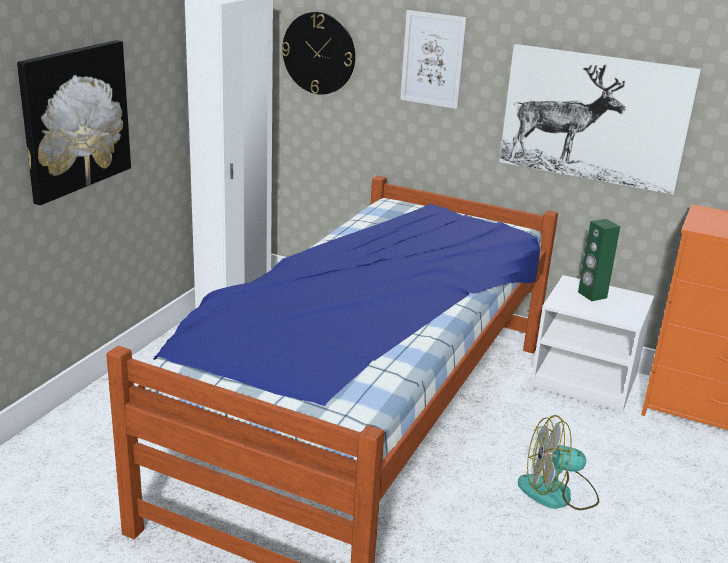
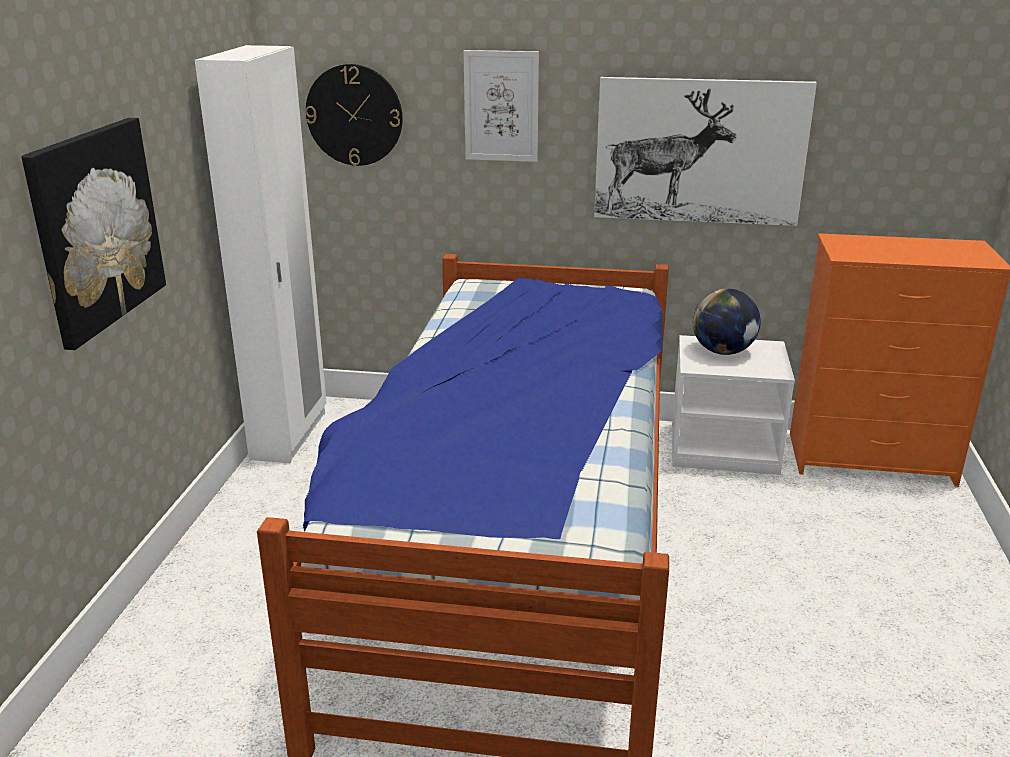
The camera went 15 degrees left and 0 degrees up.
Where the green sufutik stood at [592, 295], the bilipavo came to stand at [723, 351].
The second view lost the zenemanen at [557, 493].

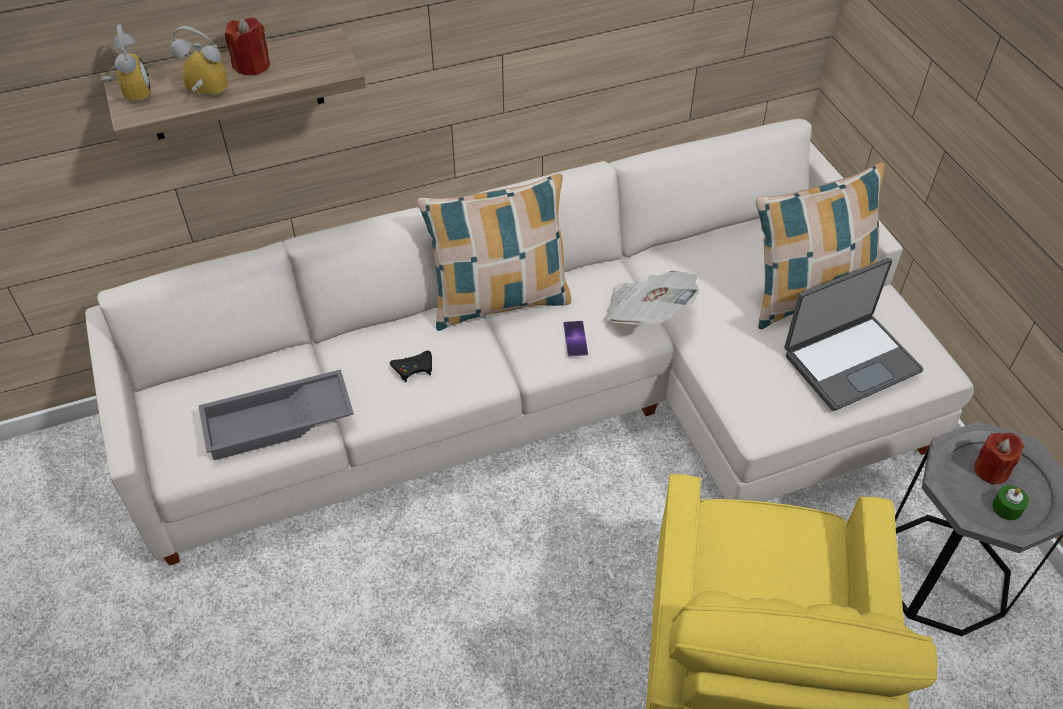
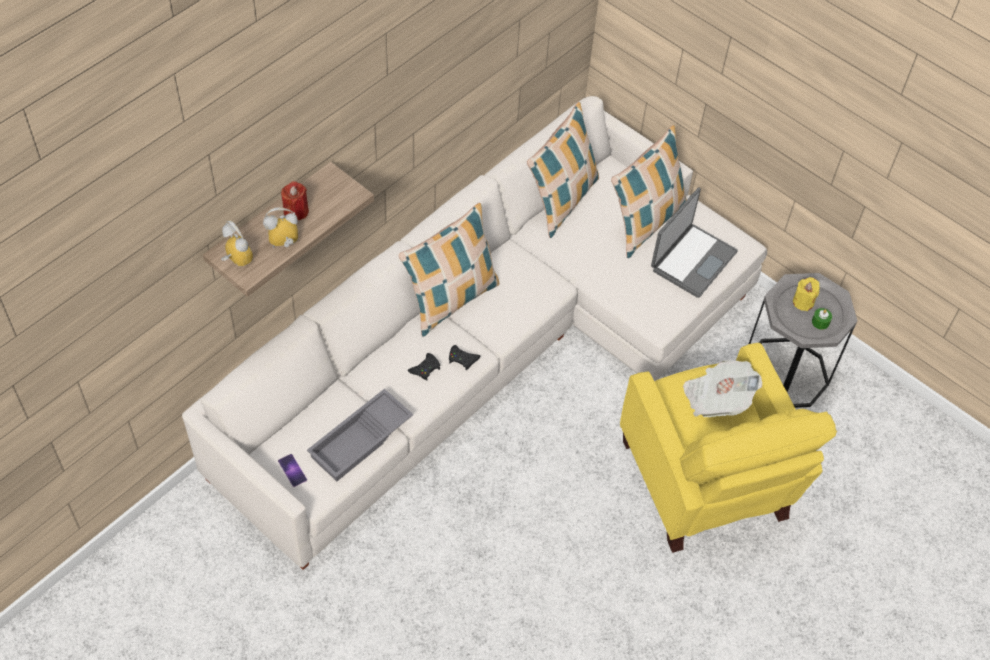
The camera went 30 degrees left and 5 degrees up.
The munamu ended up elsewhere, having gone from [575, 338] to [292, 470].
The second view gained the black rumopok at [462, 359].
The second view gained the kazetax at [561, 201].
The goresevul ended up elsewhere, having gone from [647, 314] to [717, 398].
What was the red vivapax at [991, 470] turned into the yellow vivapax at [803, 302].

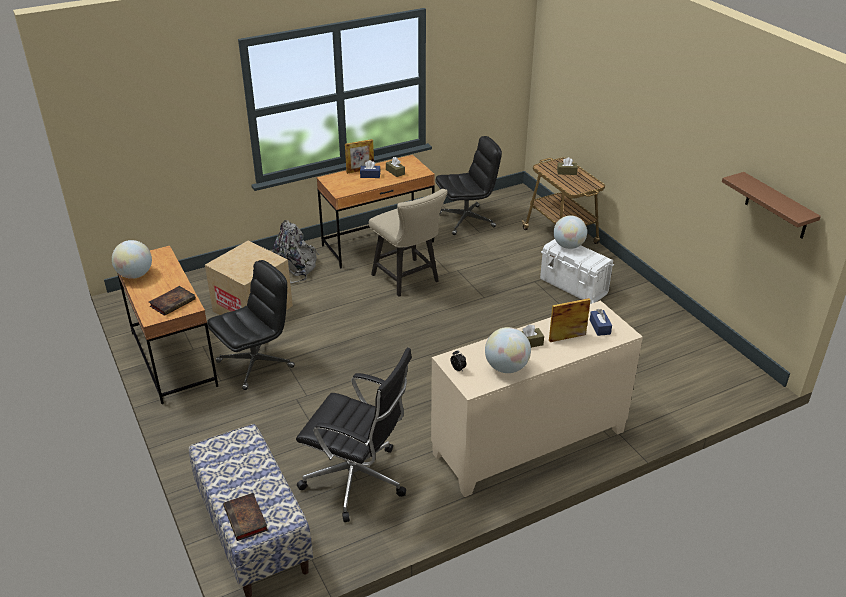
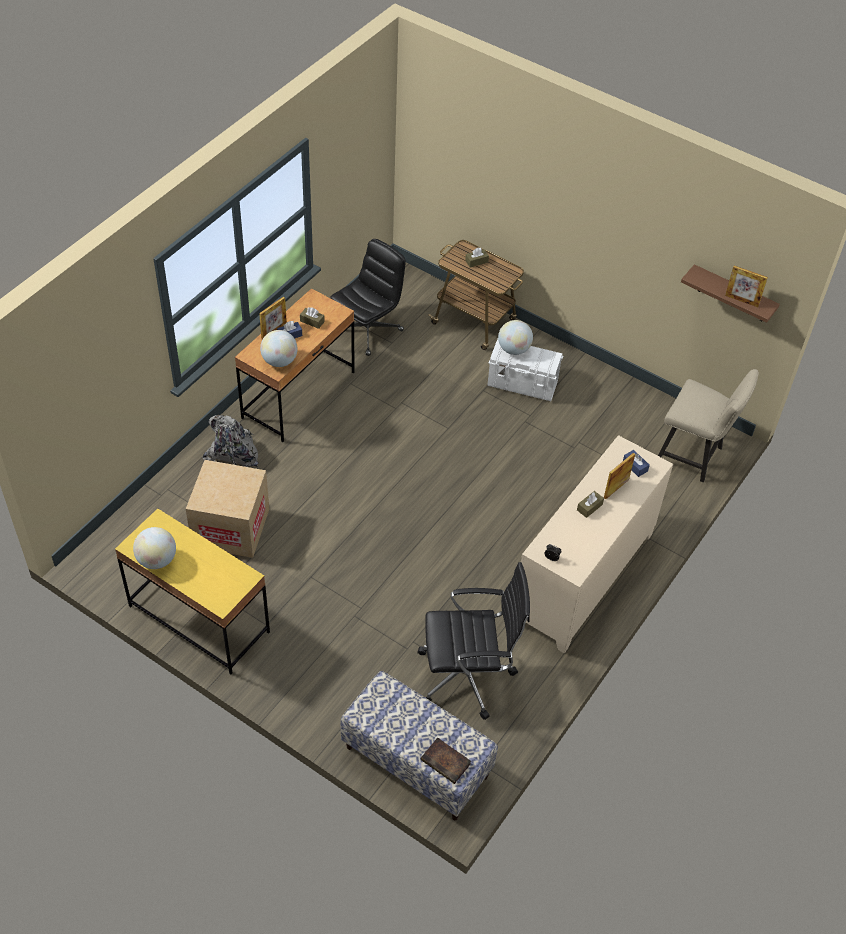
The camera went 30 degrees left and 15 degrees up.
What was the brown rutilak at [173, 358] turned into the yellow rutilak at [199, 619].
The bilipavo ended up elsewhere, having gone from [506, 367] to [279, 361].
The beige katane ended up elsewhere, having gone from [408, 280] to [693, 457].
The second view gained the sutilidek at [741, 300].
The second view lost the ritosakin at [173, 302].
The second view lost the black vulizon at [256, 364].

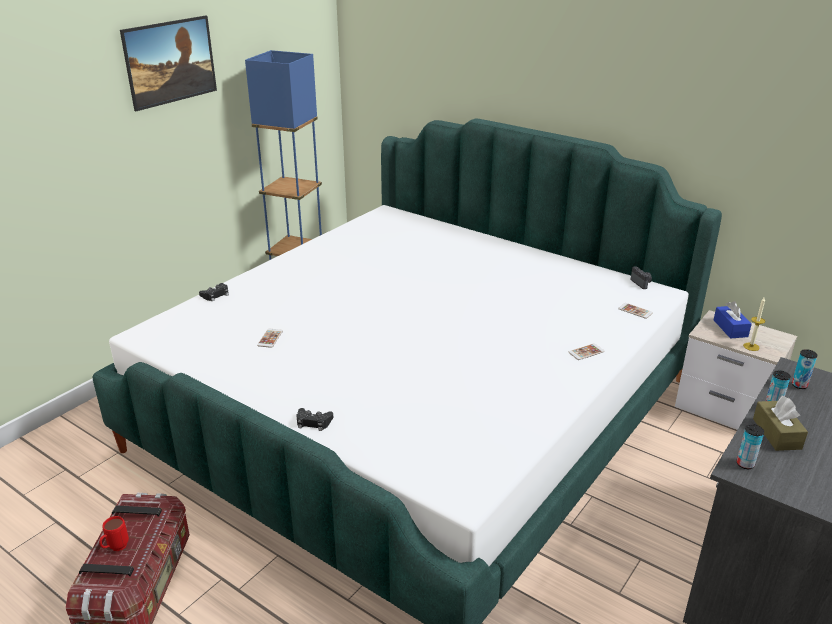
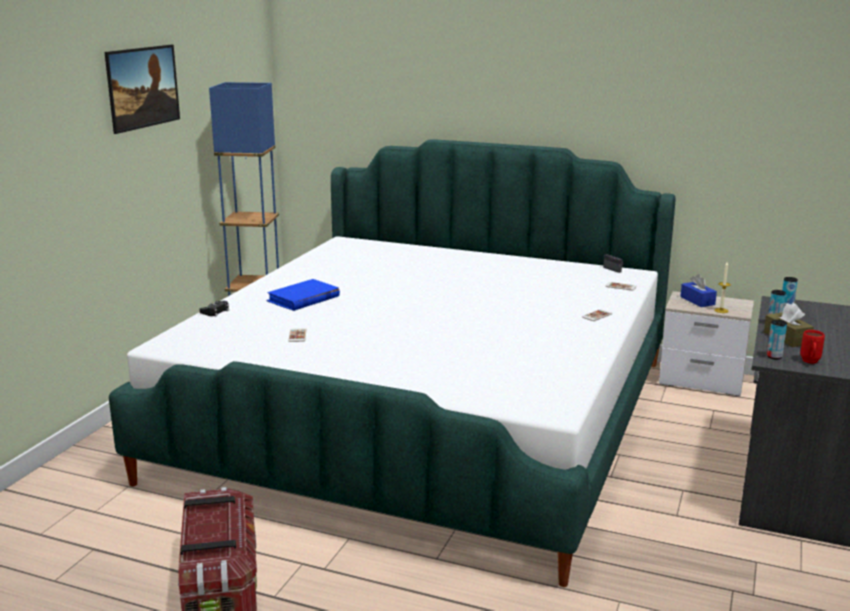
The camera went 15 degrees left and 10 degrees down.
The second view gained the blue ritosakin at [303, 299].
The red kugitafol ended up elsewhere, having gone from [115, 548] to [810, 362].
The second view lost the black rumopok at [313, 422].

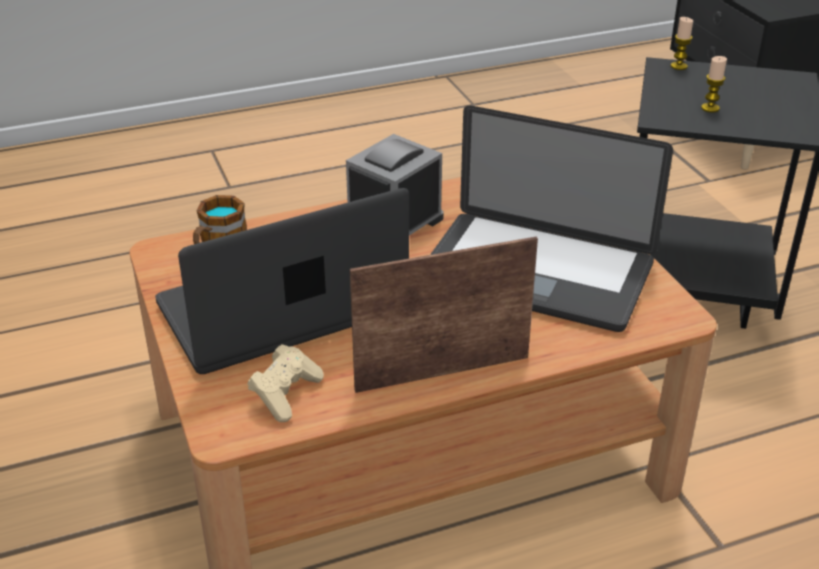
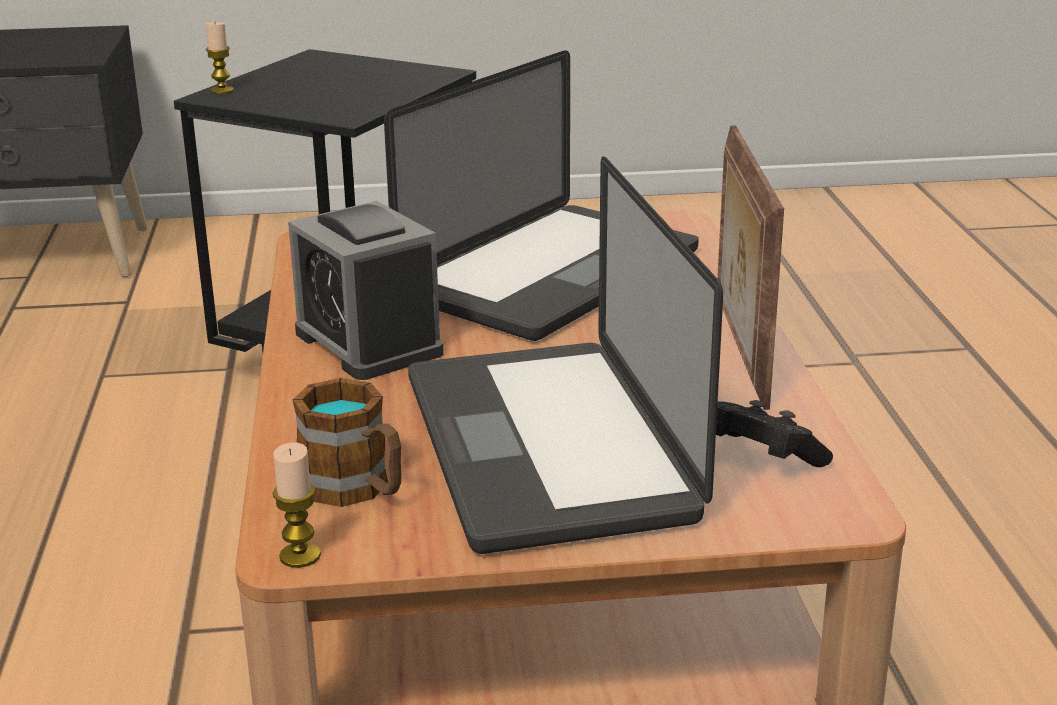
The camera went 75 degrees left and 10 degrees down.
The vivapax ended up elsewhere, having gone from [710, 108] to [300, 556].
What was the beige rumopok at [285, 394] turned into the black rumopok at [761, 458].

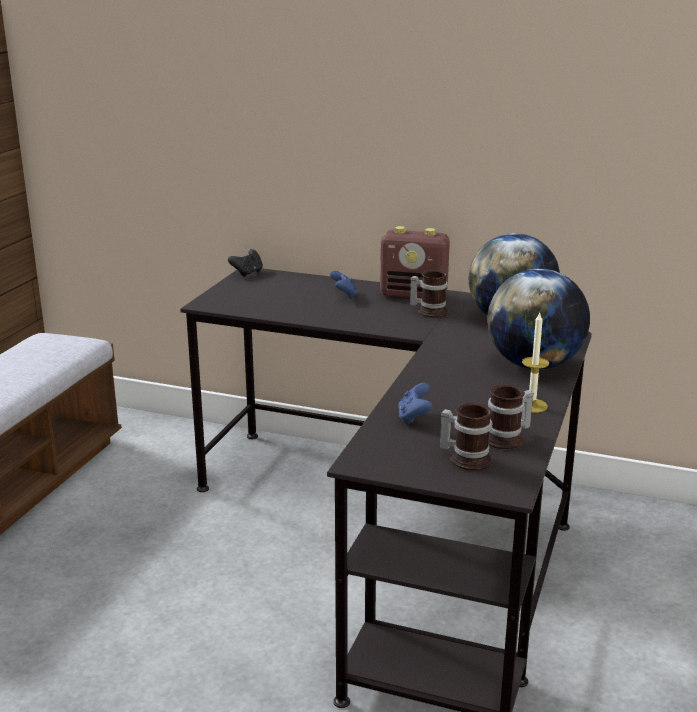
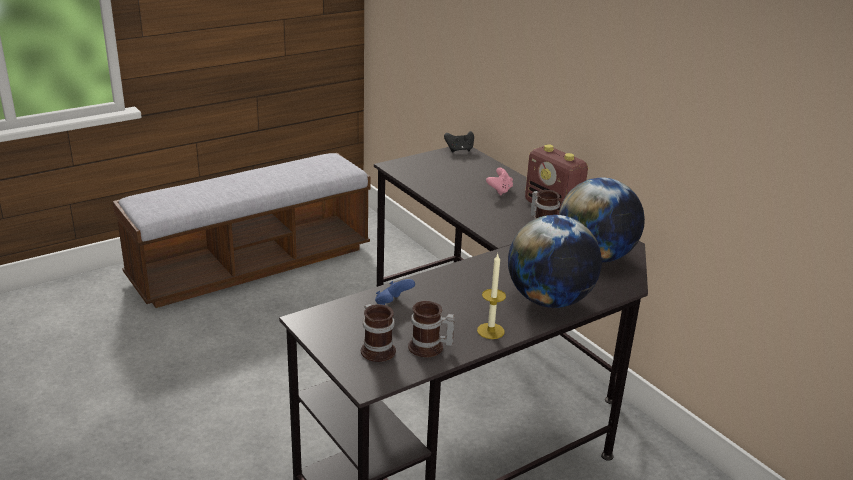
The camera went 35 degrees right and 5 degrees up.
What was the blue rumopok at [344, 295] turned into the pink rumopok at [499, 190].

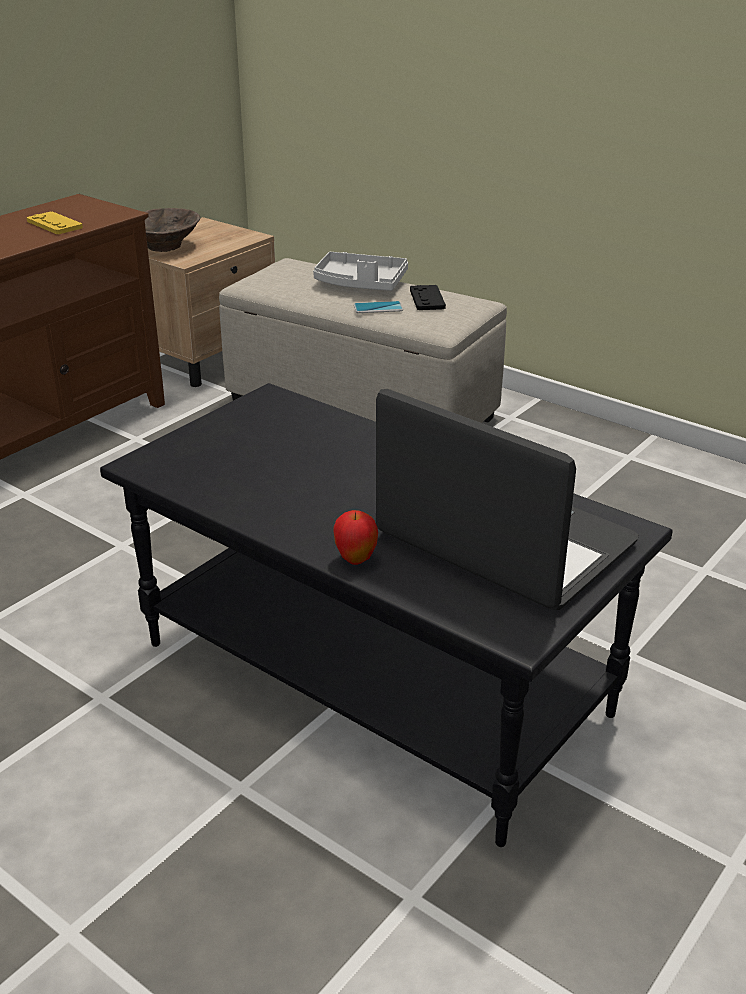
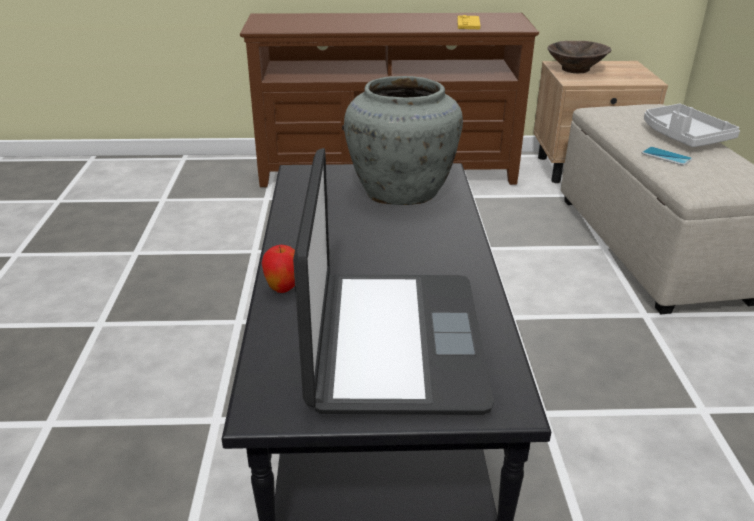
The camera went 50 degrees right and 0 degrees up.
The second view gained the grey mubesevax at [402, 192].
The second view lost the black rumopok at [427, 299].

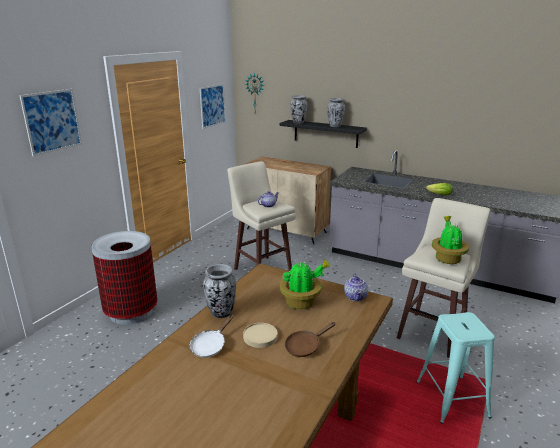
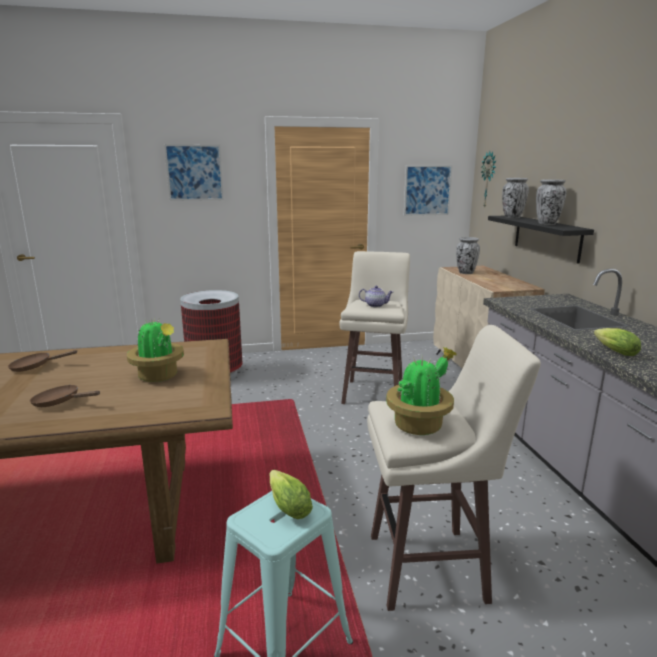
The camera went 50 degrees right and 5 degrees down.
What was the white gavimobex at [210, 346] turned into the brown gavimobex at [35, 367].
The second view gained the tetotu at [287, 505].
The mubesevax ended up elsewhere, having gone from [221, 313] to [465, 273].
The second view lost the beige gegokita at [260, 337].
The second view lost the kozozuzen at [356, 297].

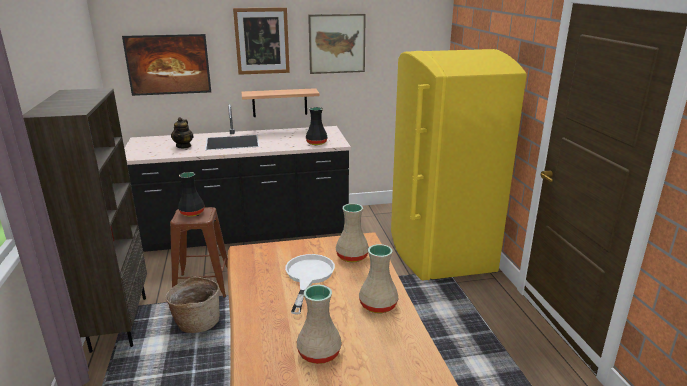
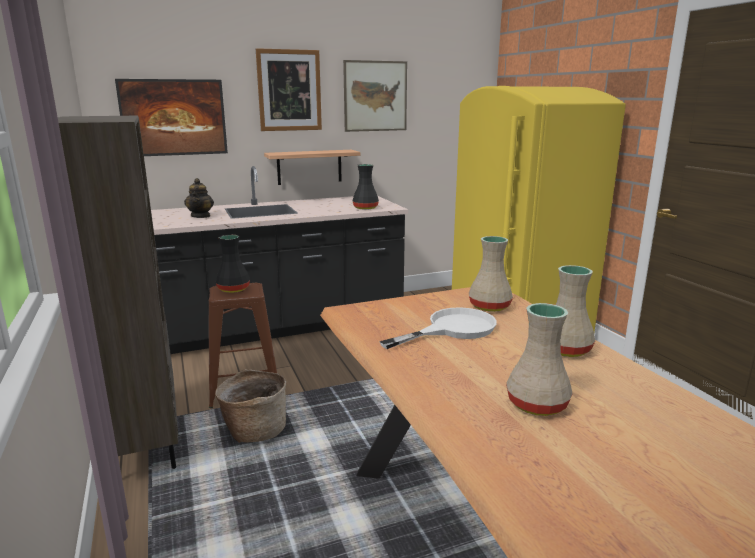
The camera went 10 degrees left and 5 degrees down.
The white gavimobex at [308, 277] ended up facing another way, 60 degrees clockwise from before.

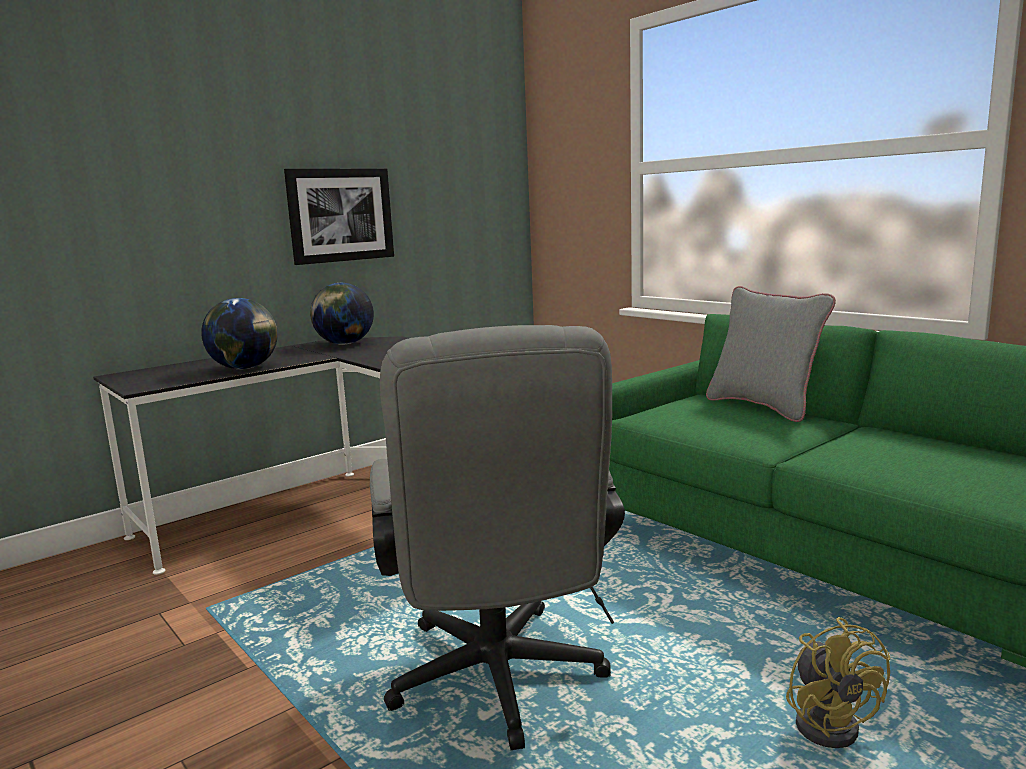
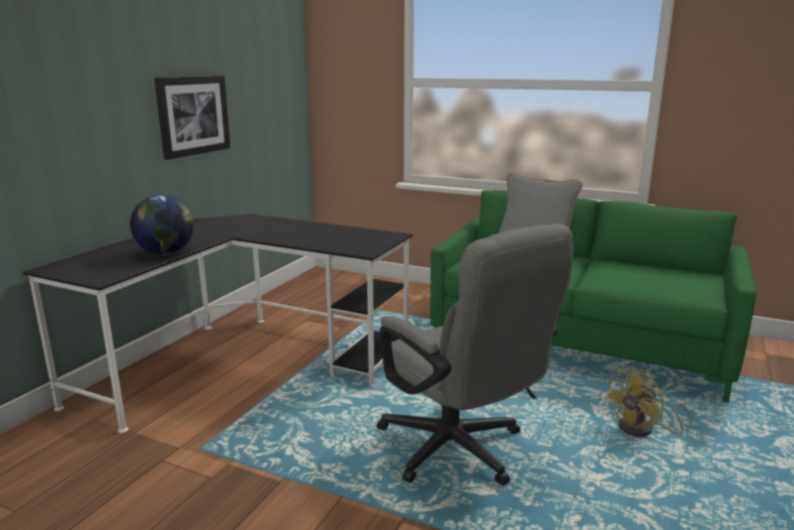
The camera went 25 degrees left and 5 degrees up.
The yellow zenemanen at [830, 722] ended up facing another way, 90 degrees clockwise from before.
The second view lost the bilipavo at [344, 344].

